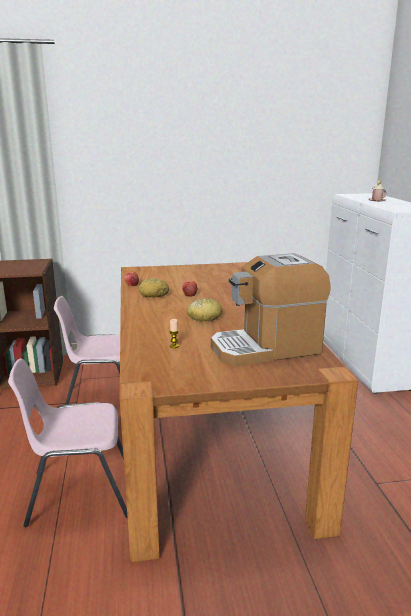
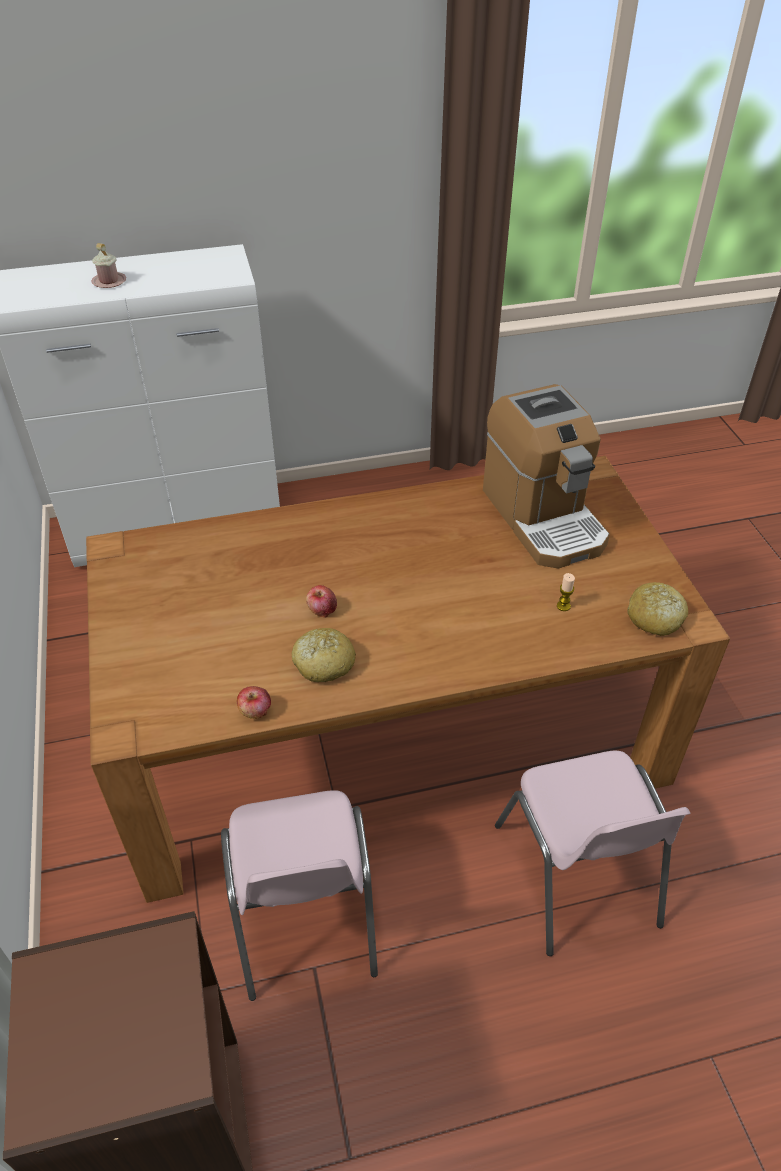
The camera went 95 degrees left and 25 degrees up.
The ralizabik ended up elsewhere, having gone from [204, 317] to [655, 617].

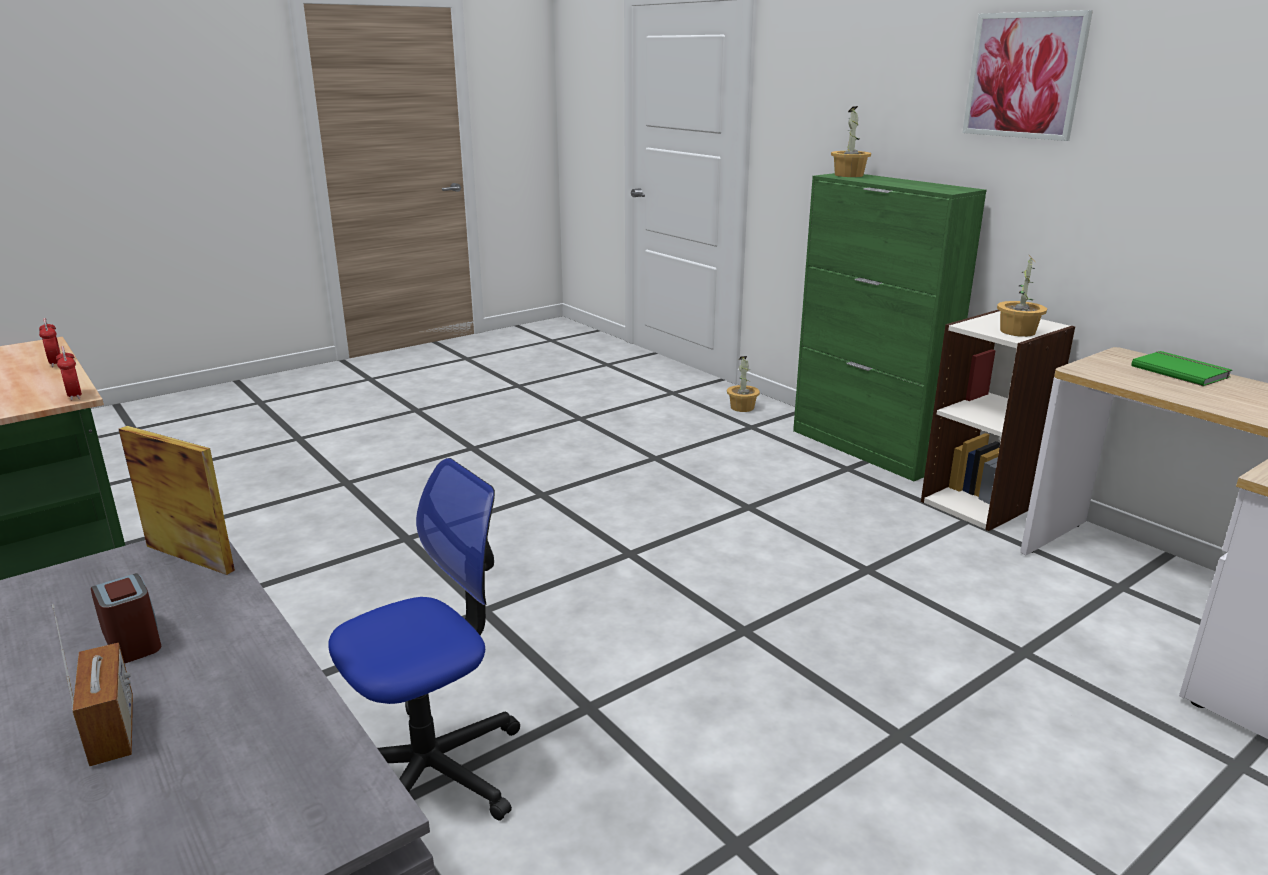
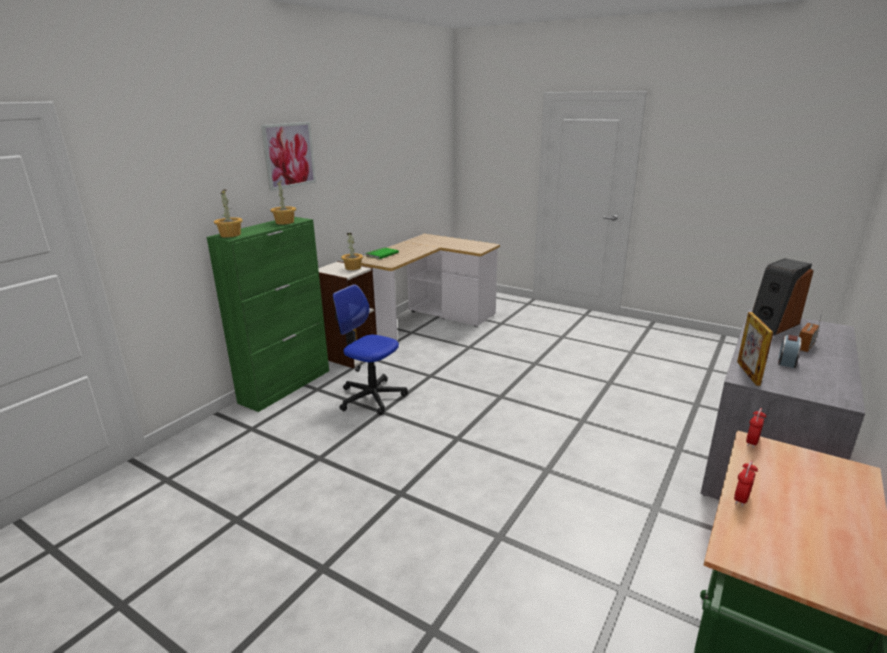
The camera went 110 degrees left and 0 degrees up.
The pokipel ended up elsewhere, having gone from [742, 407] to [285, 222].
The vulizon ended up elsewhere, having gone from [432, 770] to [371, 397].
The second view gained the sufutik at [772, 325].

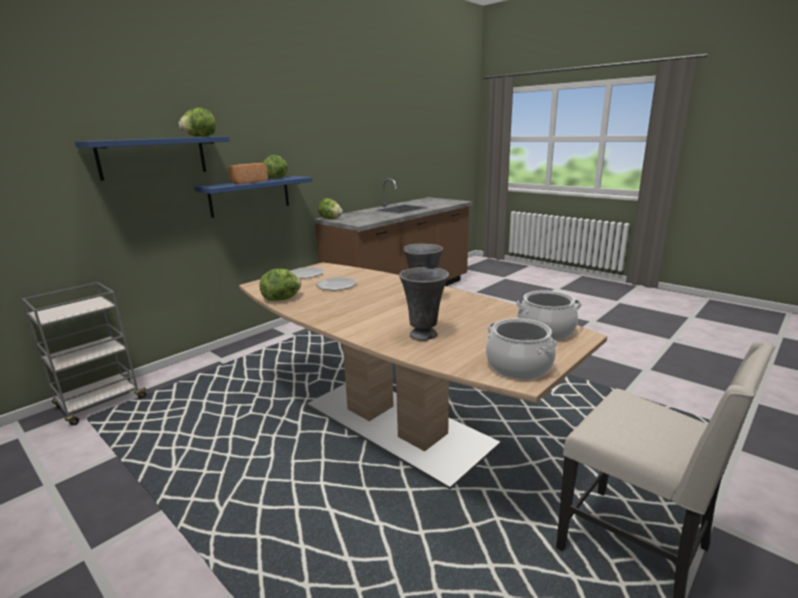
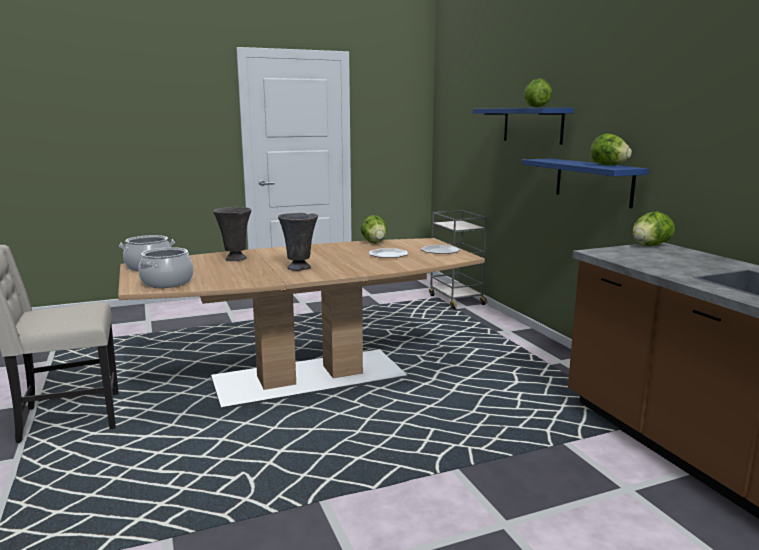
The camera went 115 degrees right and 5 degrees down.
The second view lost the ralizabik at [248, 182].

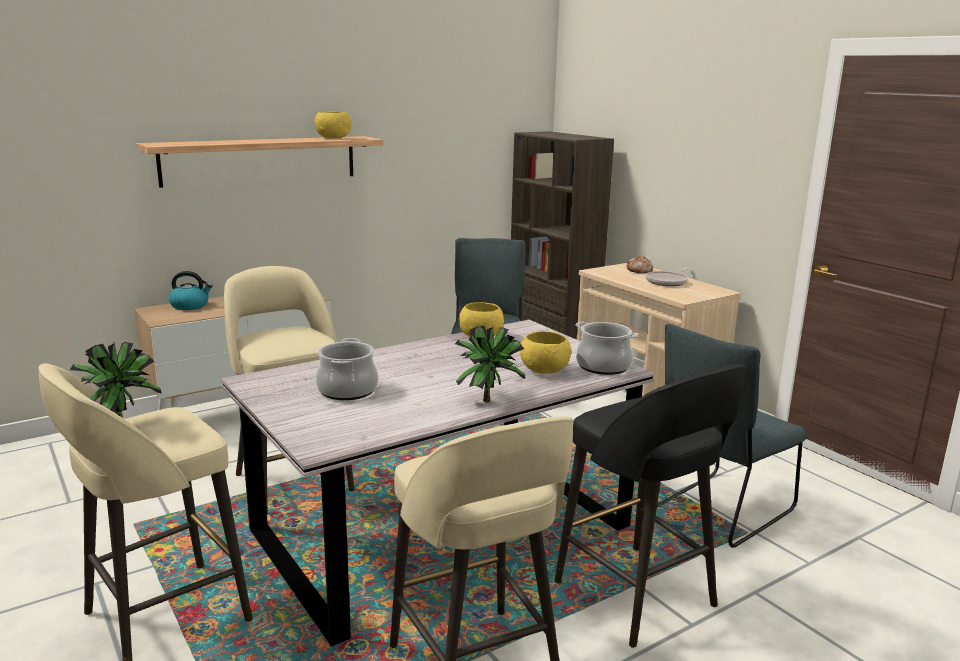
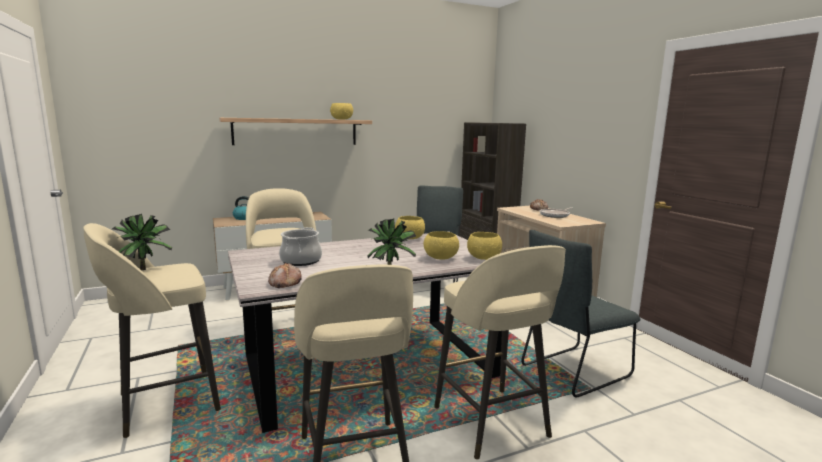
The camera went 10 degrees right and 5 degrees down.
The second view gained the ralizabik at [284, 283].
What was the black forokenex at [637, 596] turned into the beige forokenex at [492, 424].
Where the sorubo stood at [603, 366], the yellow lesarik came to stand at [484, 258].

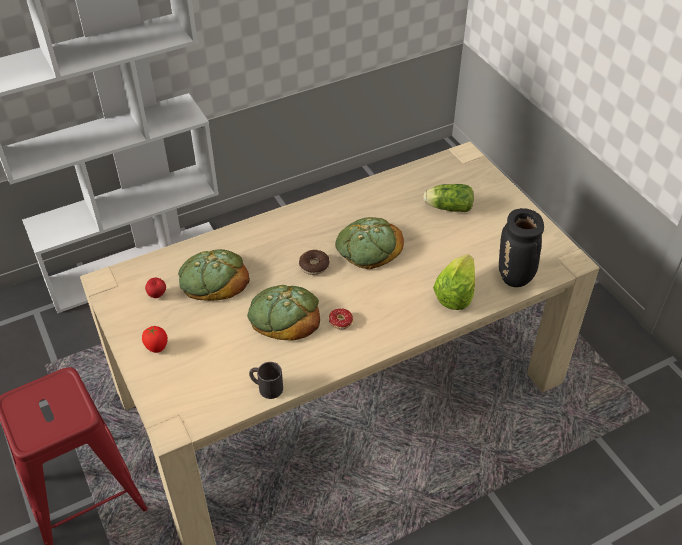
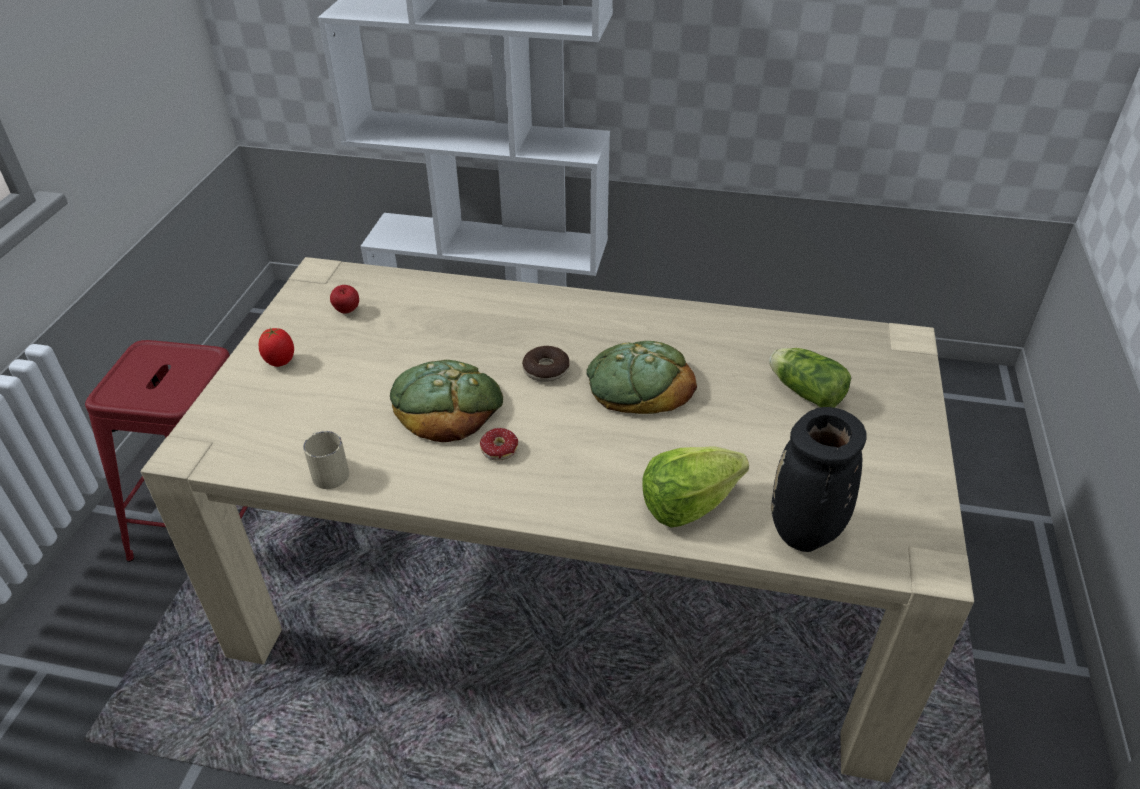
The camera went 40 degrees right and 5 degrees down.
What was the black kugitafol at [266, 387] turned into the beige kugitafol at [328, 470].
The second view lost the ralizabik at [213, 278].

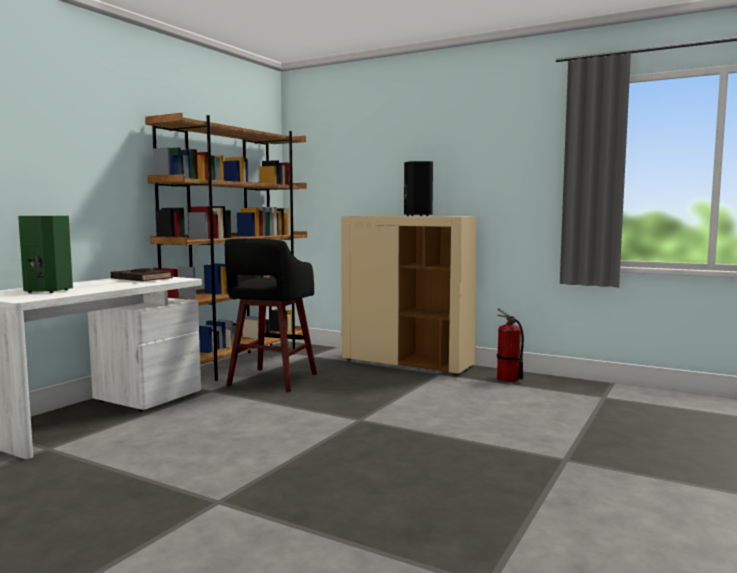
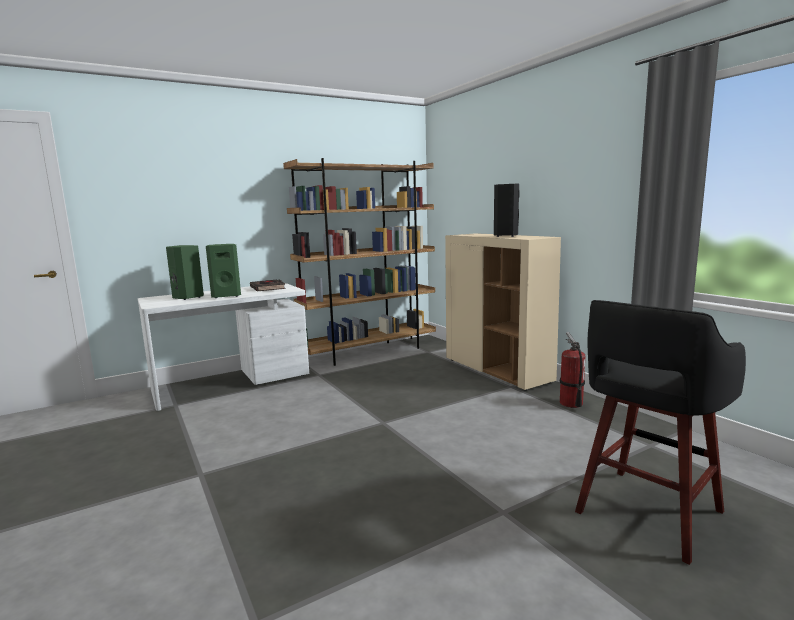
The camera went 30 degrees right and 5 degrees up.
The second view gained the green sufutik at [226, 296].
The black forokenex ended up elsewhere, having gone from [271, 380] to [646, 513].

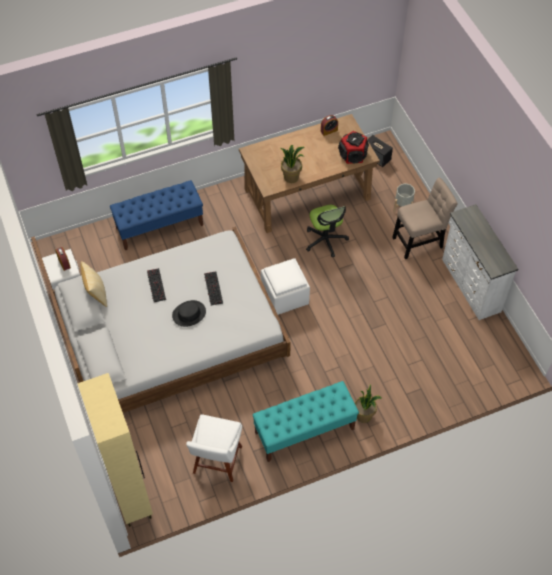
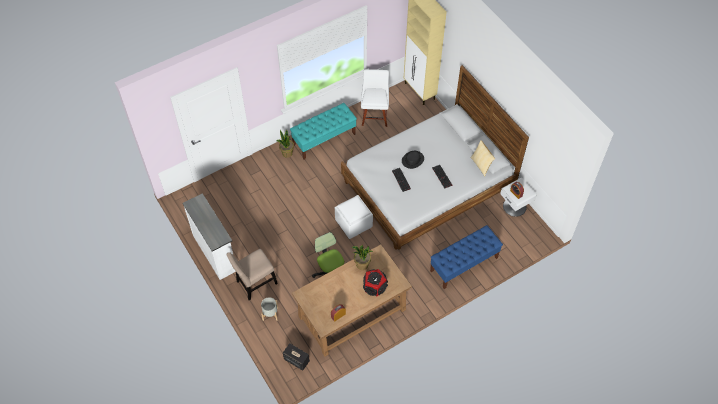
The camera went 170 degrees right and 0 degrees up.
The sufutik ended up elsewhere, having gone from [352, 155] to [374, 287].

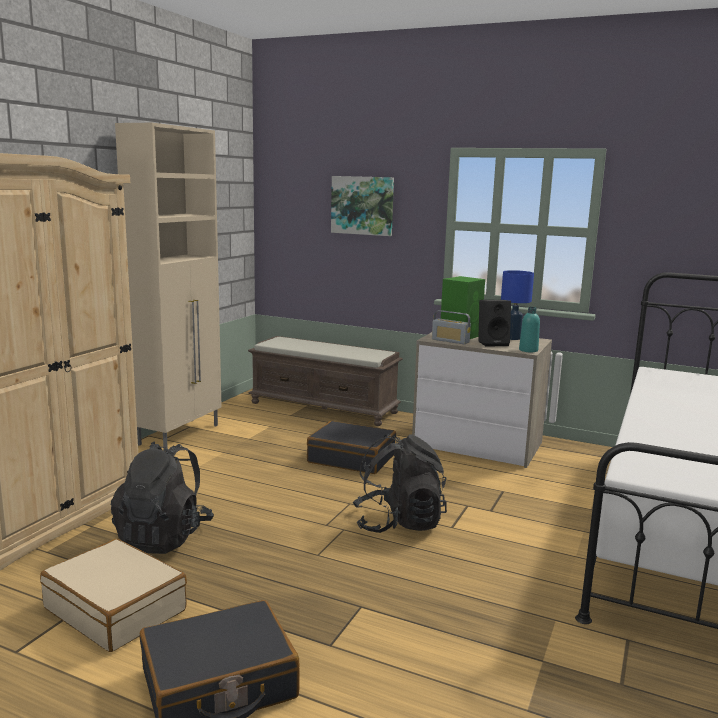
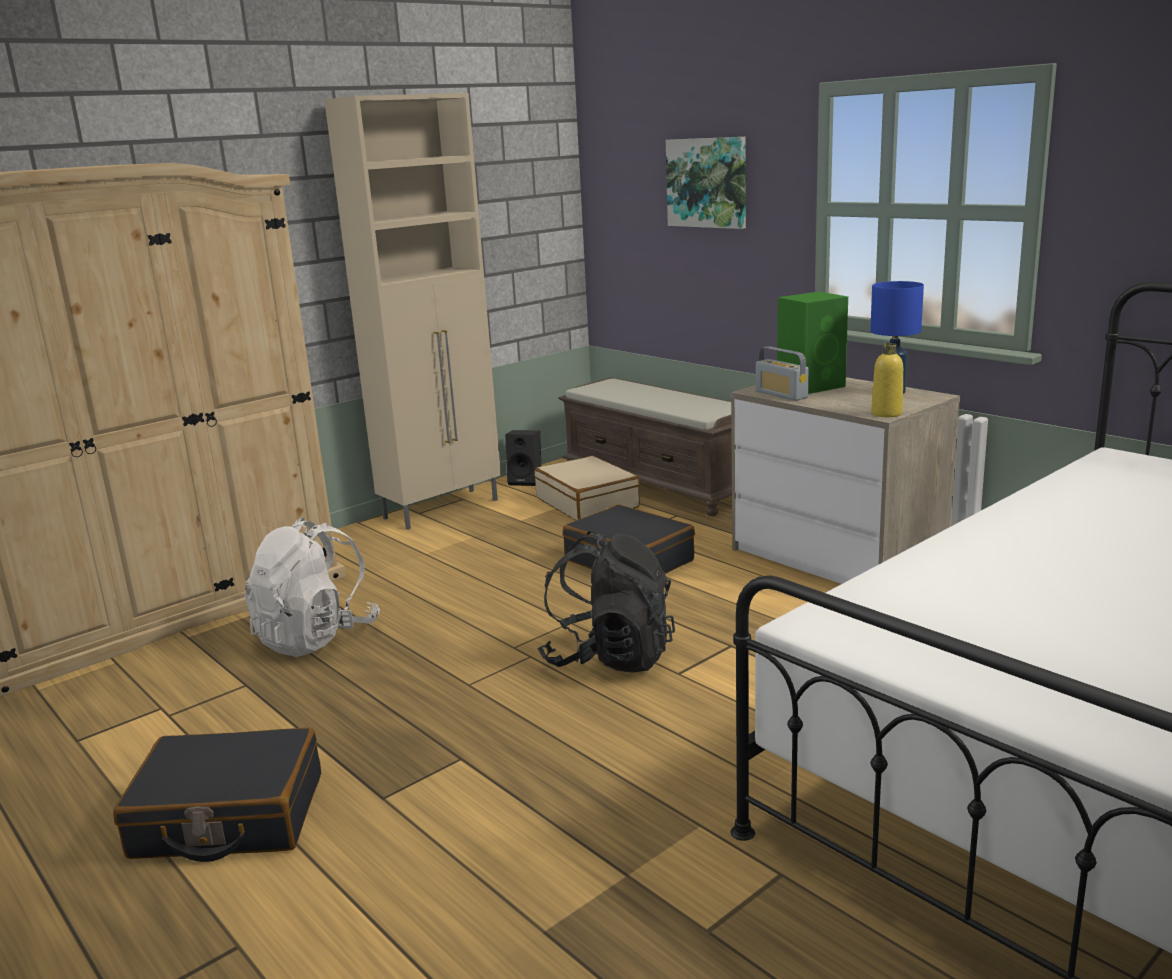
The camera went 25 degrees right and 5 degrees up.
What was the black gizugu at [164, 537] turned into the white gizugu at [316, 637].
The black sufutik ended up elsewhere, having gone from [493, 343] to [526, 481].
The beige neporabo ended up elsewhere, having gone from [116, 609] to [588, 503].
What was the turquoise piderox at [528, 350] turned into the yellow piderox at [886, 413].

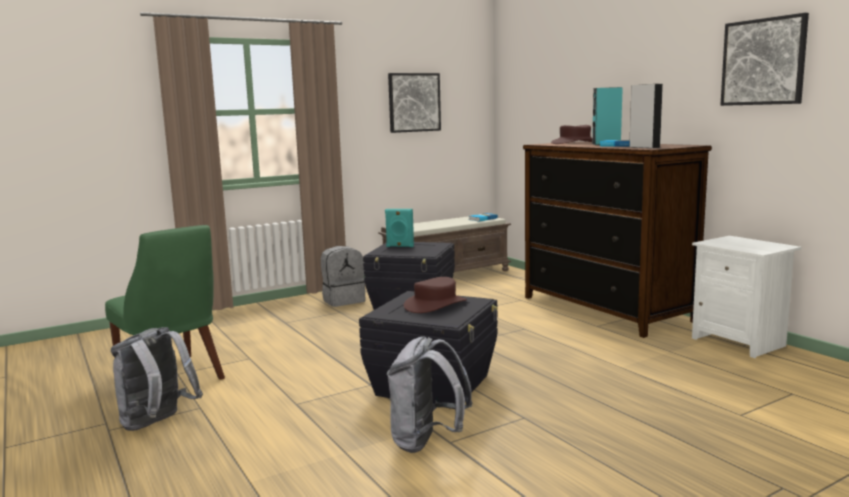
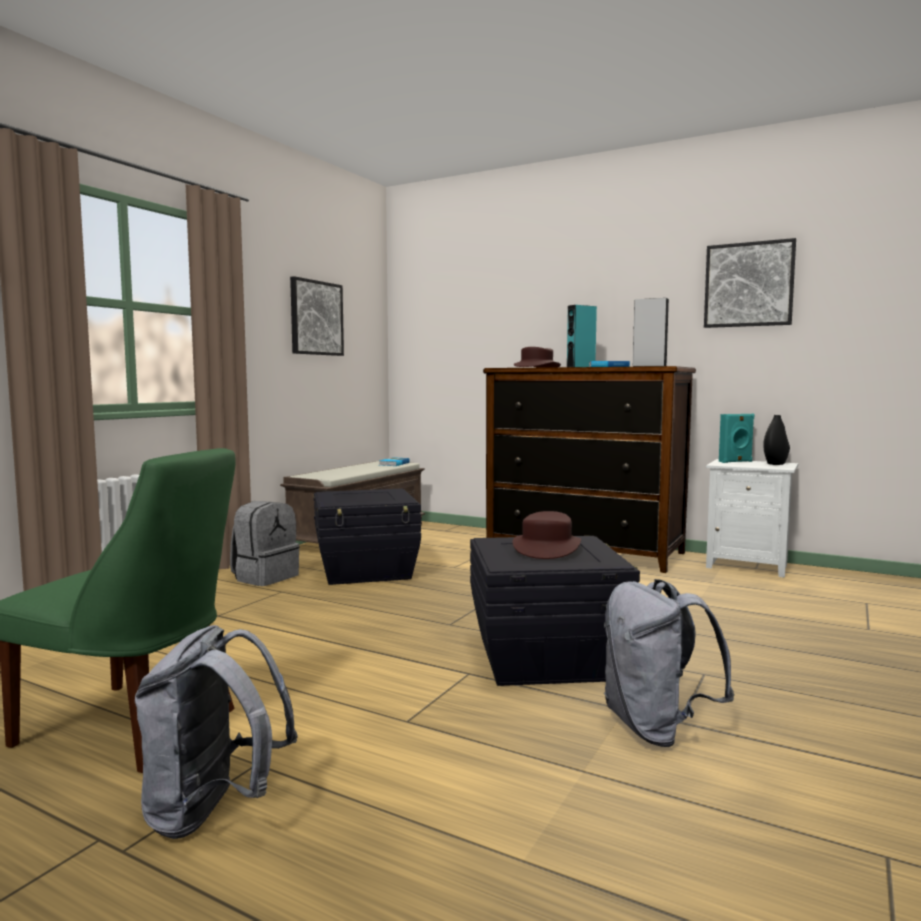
The camera went 30 degrees left and 5 degrees down.
The turquoise sufutik ended up elsewhere, having gone from [400, 246] to [736, 461].
The second view gained the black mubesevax at [775, 463].

